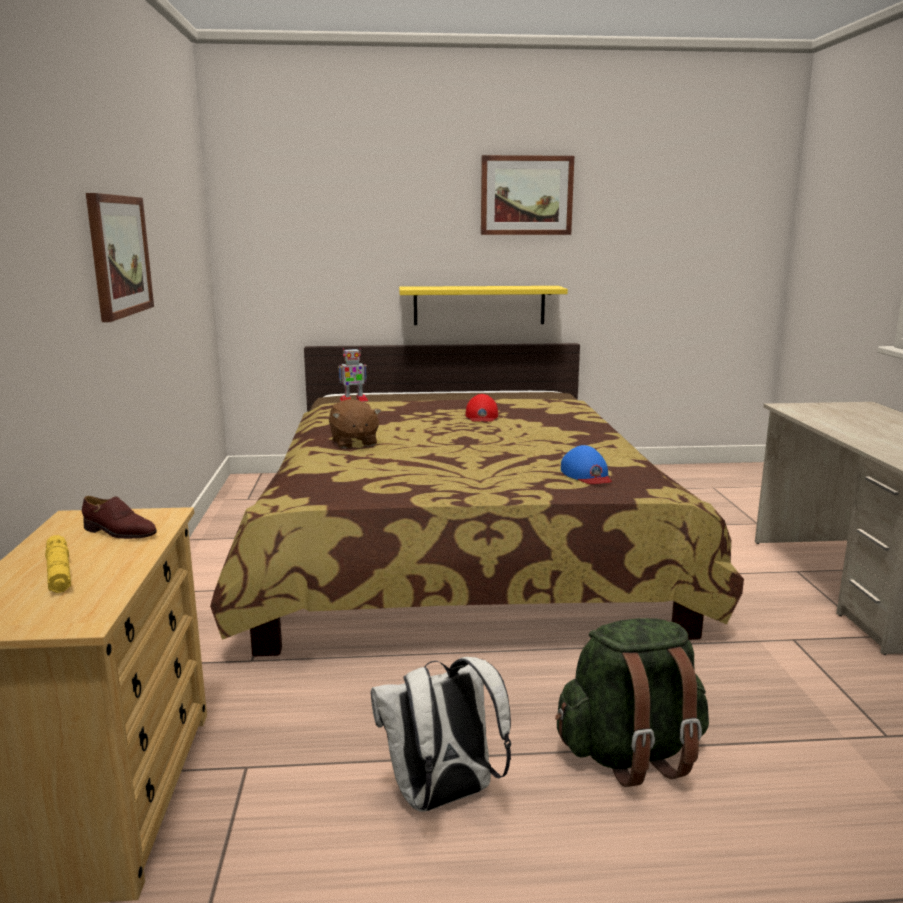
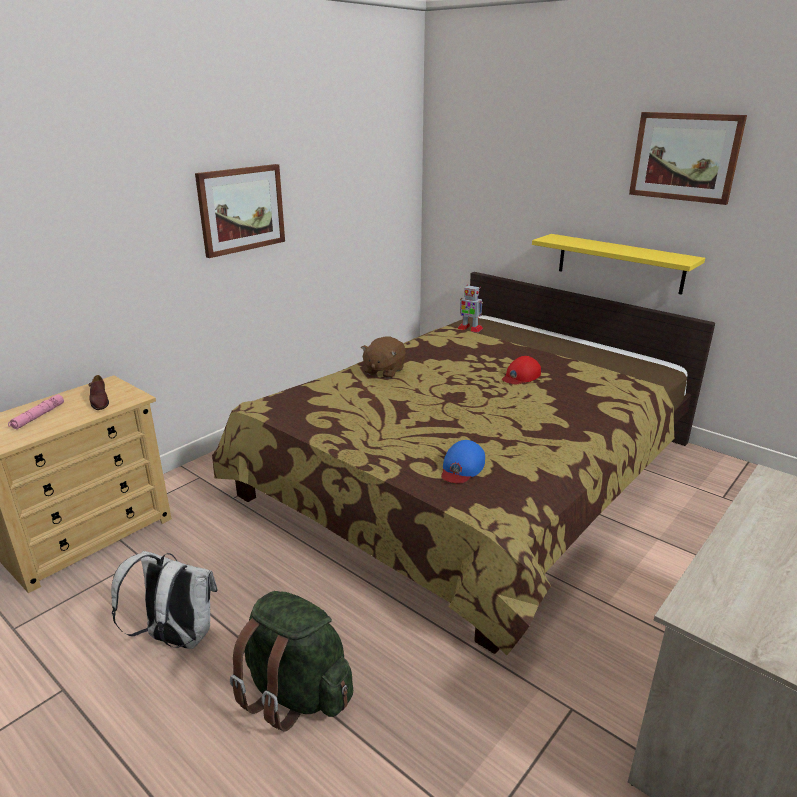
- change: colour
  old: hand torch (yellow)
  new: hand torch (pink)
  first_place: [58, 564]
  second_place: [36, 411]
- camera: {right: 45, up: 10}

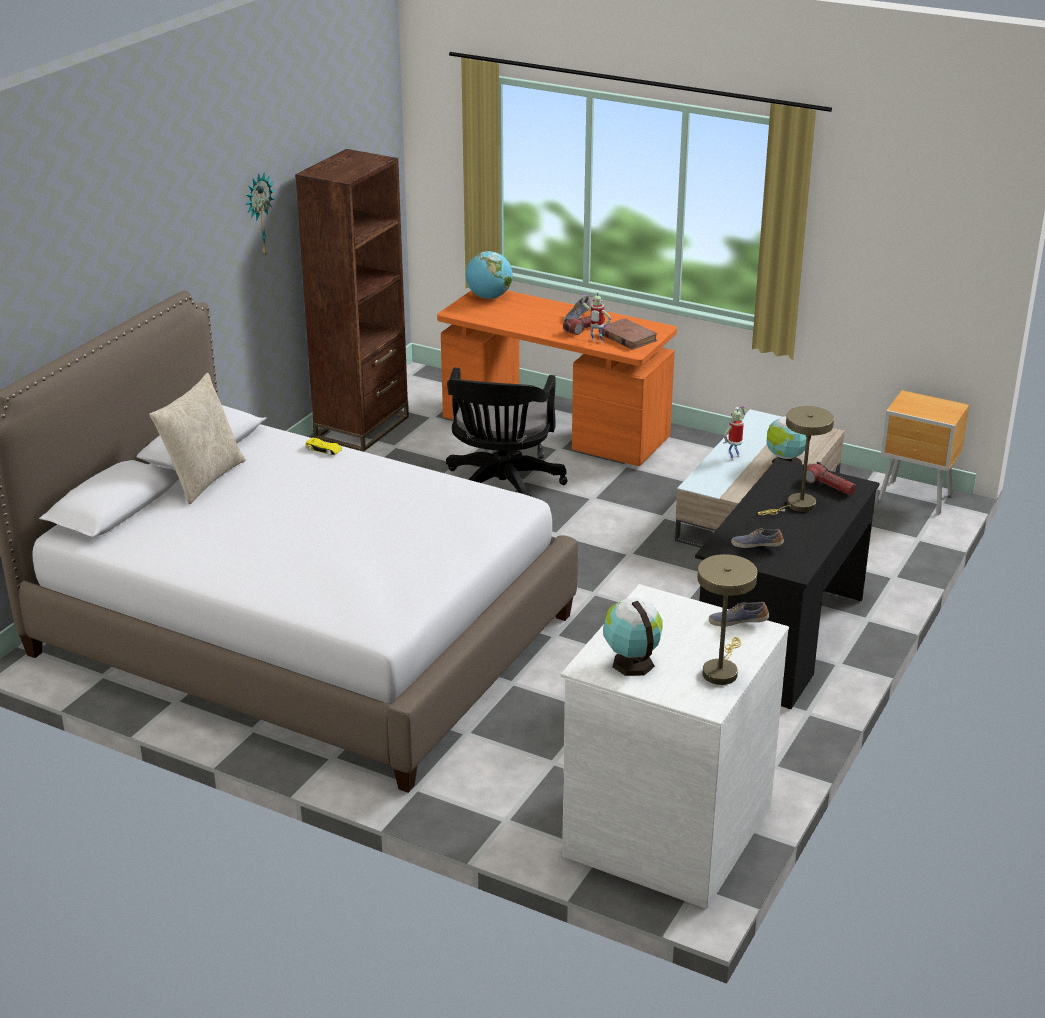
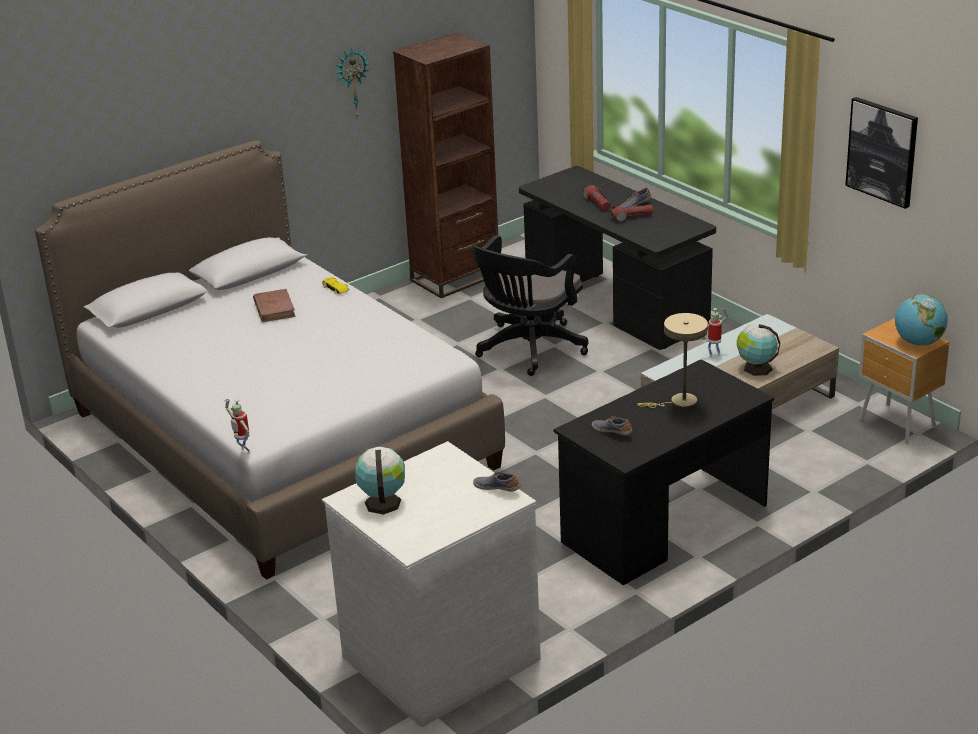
- change: missing
  old: pillow (sand-coloured)
  first_place: [198, 438]
- change: missing
  old: table lamp (sand-coloured)
  first_place: [727, 619]
- change: appeared
  new: picture
  second_place: [881, 153]
- change: relocated
  old: desk globe
  first_place: [489, 275]
  second_place: [921, 320]
- change: relocated
  old: robot figure
  first_place: [596, 316]
  second_place: [237, 426]
- change: relocated
  old: bound book (brown)
  first_place: [628, 334]
  second_place: [274, 305]
- change: relocated
  old: hand torch
  first_place: [831, 479]
  second_place: [597, 198]
- change: colour
  old: desk unit (orangey)
  new: desk unit (blackish)
  first_place: [557, 378]
  second_place: [617, 258]
- camera: {right: 25, up: 0}

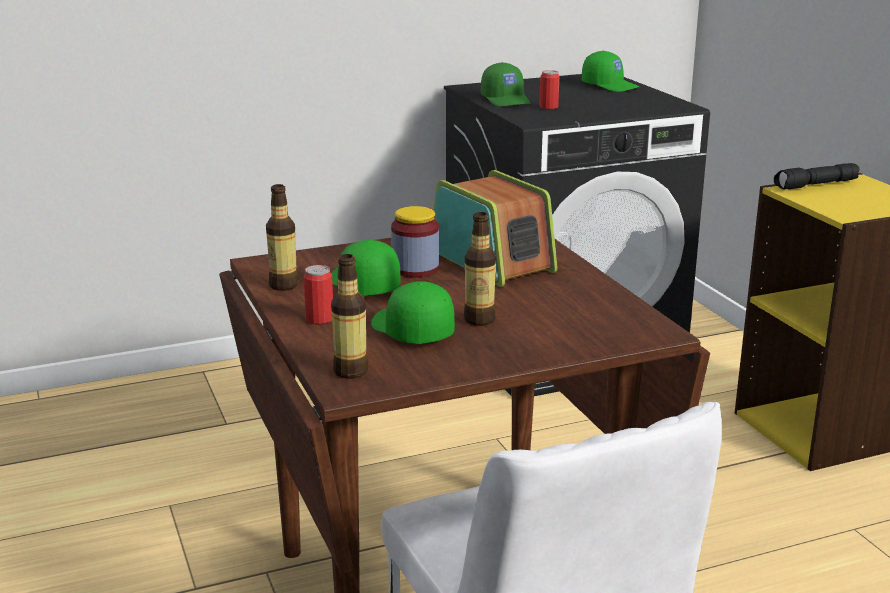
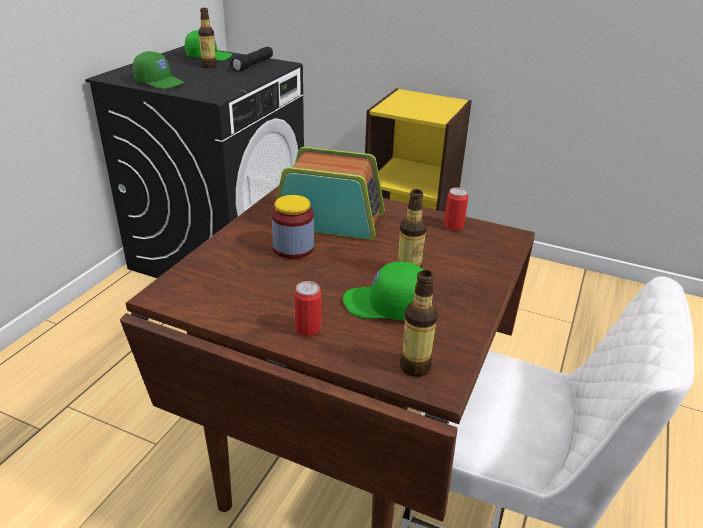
- change: missing
  old: baseball cap (green)
  first_place: [366, 268]
- change: relocated
  old: bottle
  first_place: [282, 237]
  second_place: [207, 38]
- change: relocated
  old: can
  first_place: [549, 90]
  second_place: [456, 209]
- change: relocated
  old: hand torch (blackish)
  first_place: [817, 176]
  second_place: [251, 59]
- camera: {right: -45, up: 10}

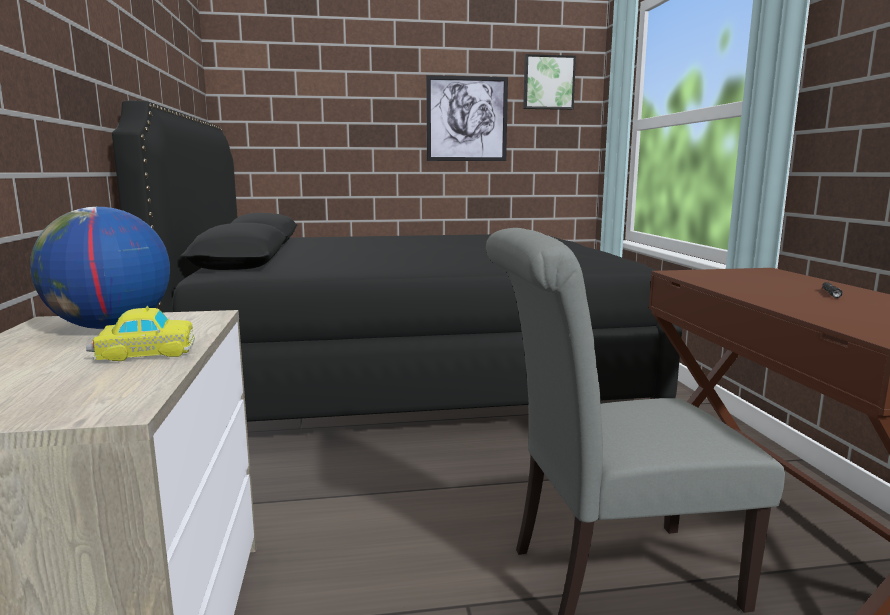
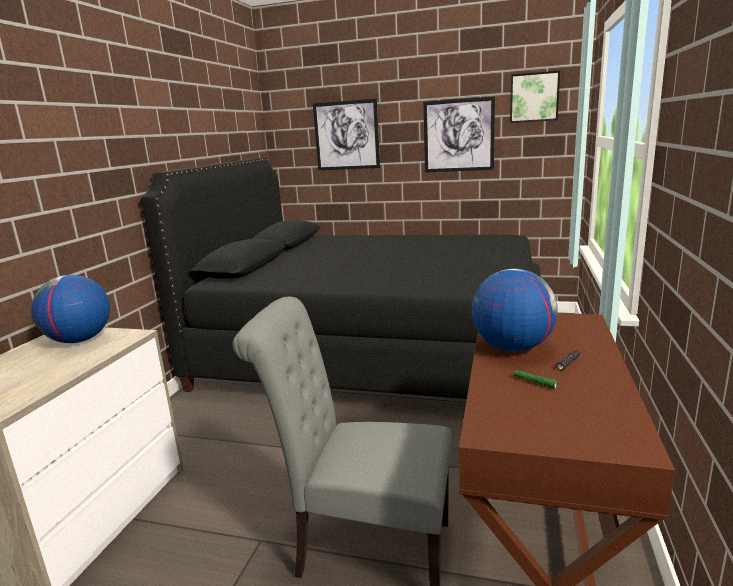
- change: missing
  old: toy car
  first_place: [140, 333]
- change: appeared
  new: picture
  second_place: [346, 134]
- change: appeared
  new: desk globe
  second_place: [515, 310]
- change: appeared
  new: hand torch (green)
  second_place: [536, 379]
- camera: {right: 25, up: 5}

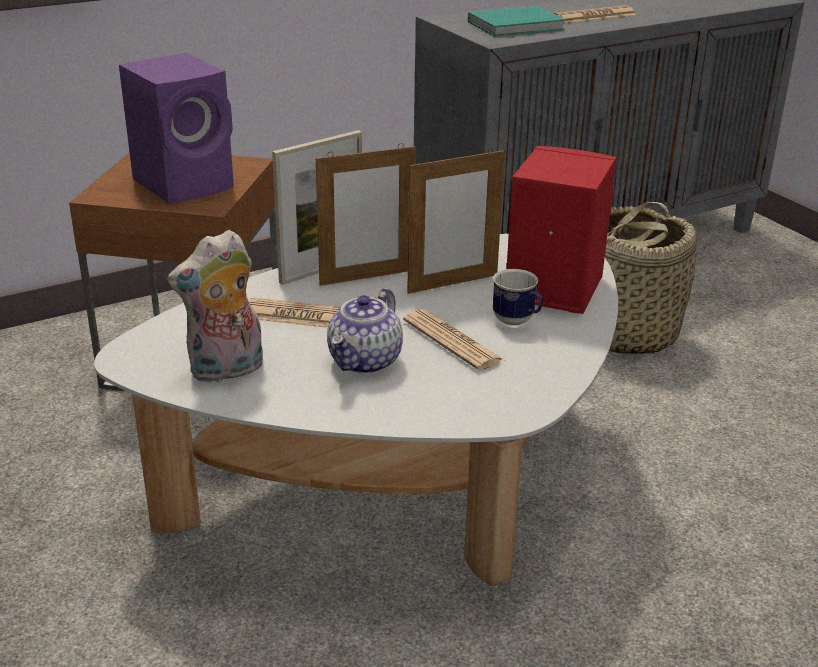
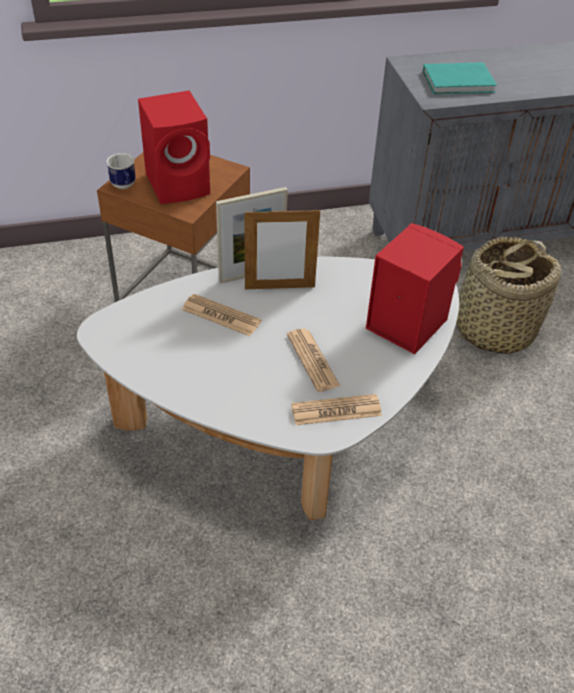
- change: missing
  old: plush toy
  first_place: [215, 307]
- change: missing
  old: tea pot
  first_place: [365, 331]
- change: missing
  old: photo frame
  first_place: [456, 221]
- change: relocated
  old: coffee mug
  first_place: [518, 297]
  second_place: [121, 171]
- change: relocated
  old: daily paper
  first_place: [594, 14]
  second_place: [336, 409]
- change: colour
  old: loudspeaker (purple)
  new: loudspeaker (reddish)
  first_place: [176, 128]
  second_place: [174, 147]
- camera: {right: 15, up: 15}

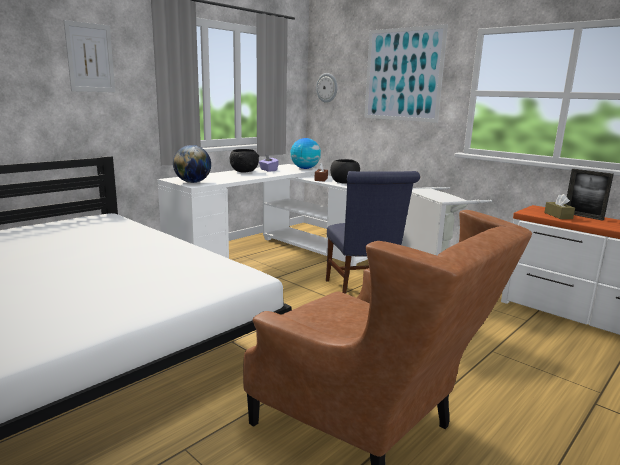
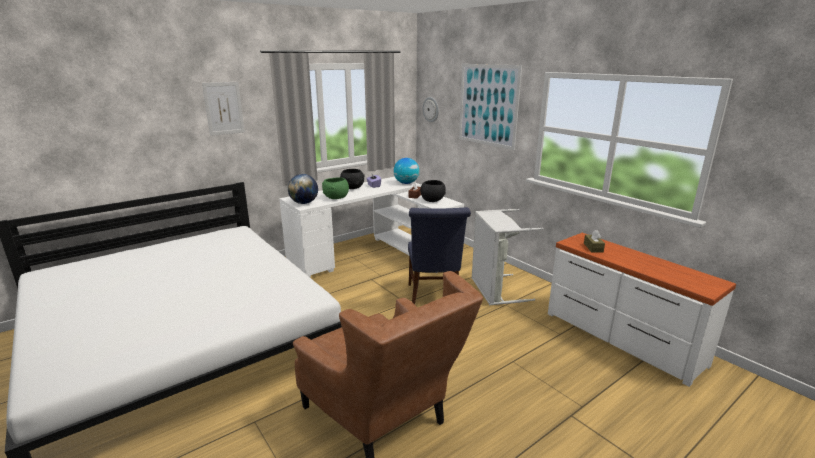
- change: missing
  old: photo frame
  first_place: [590, 195]
- change: appeared
  new: bowl (green)
  second_place: [335, 188]
- camera: {right: 10, up: 5}

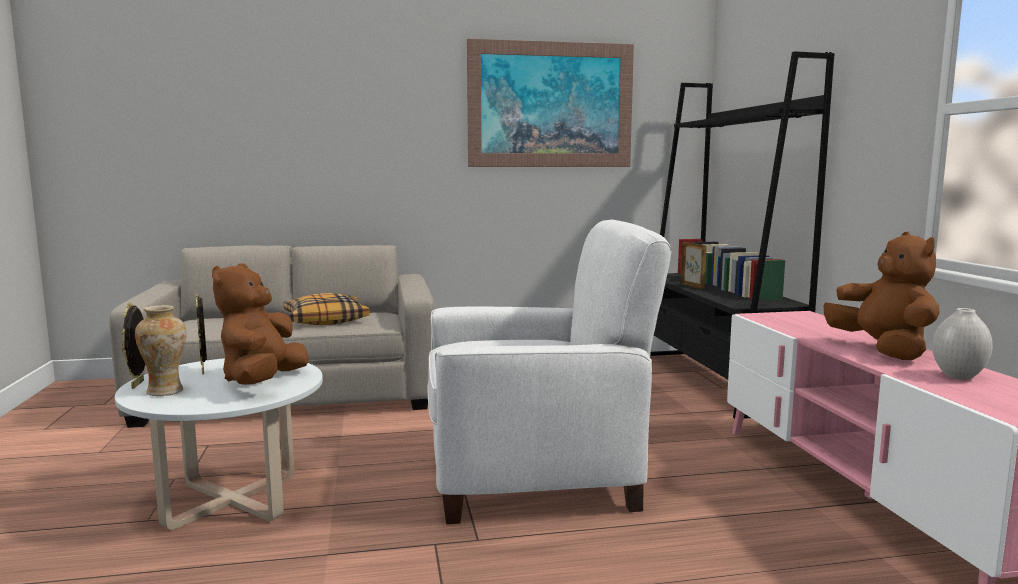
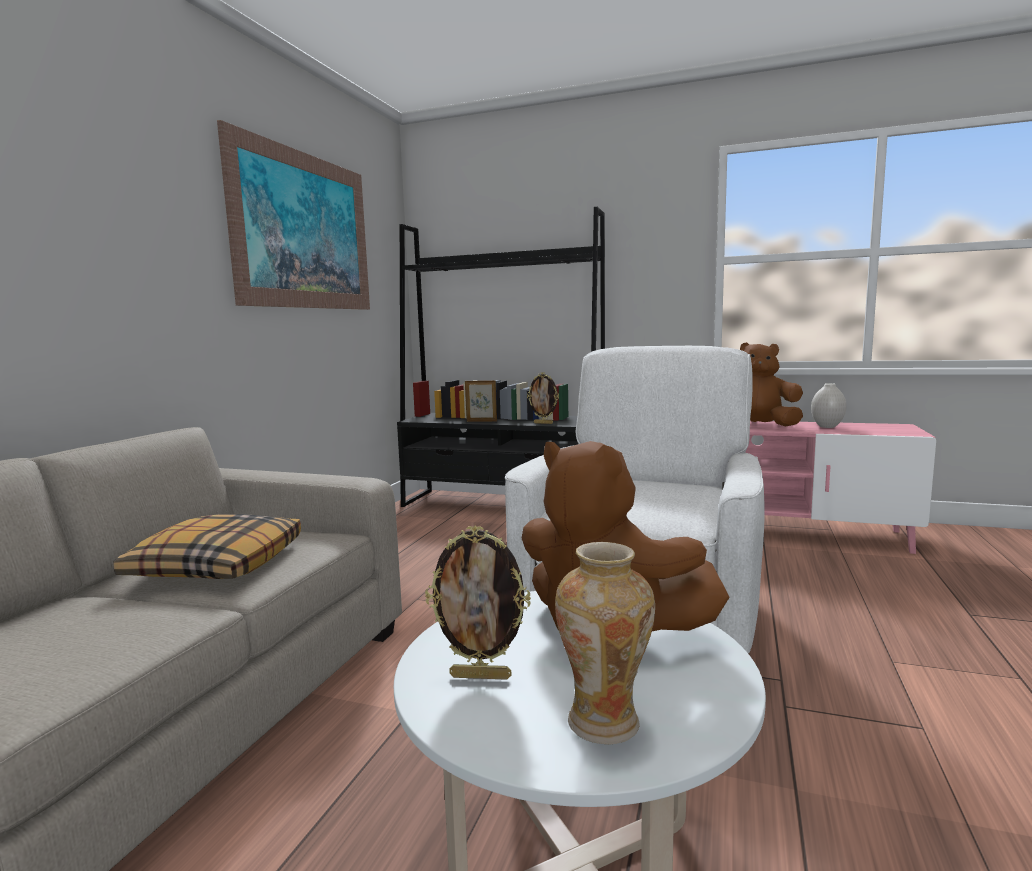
- change: relocated
  old: photo frame
  first_place: [133, 346]
  second_place: [543, 398]
- camera: {right: -60, up: 0}

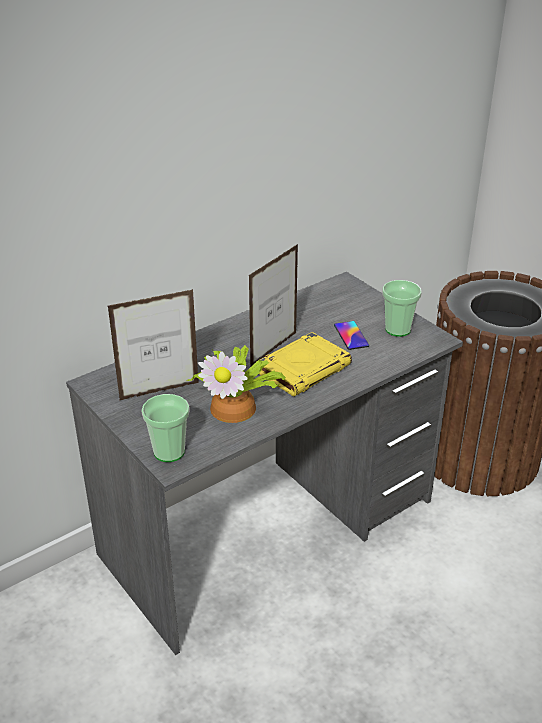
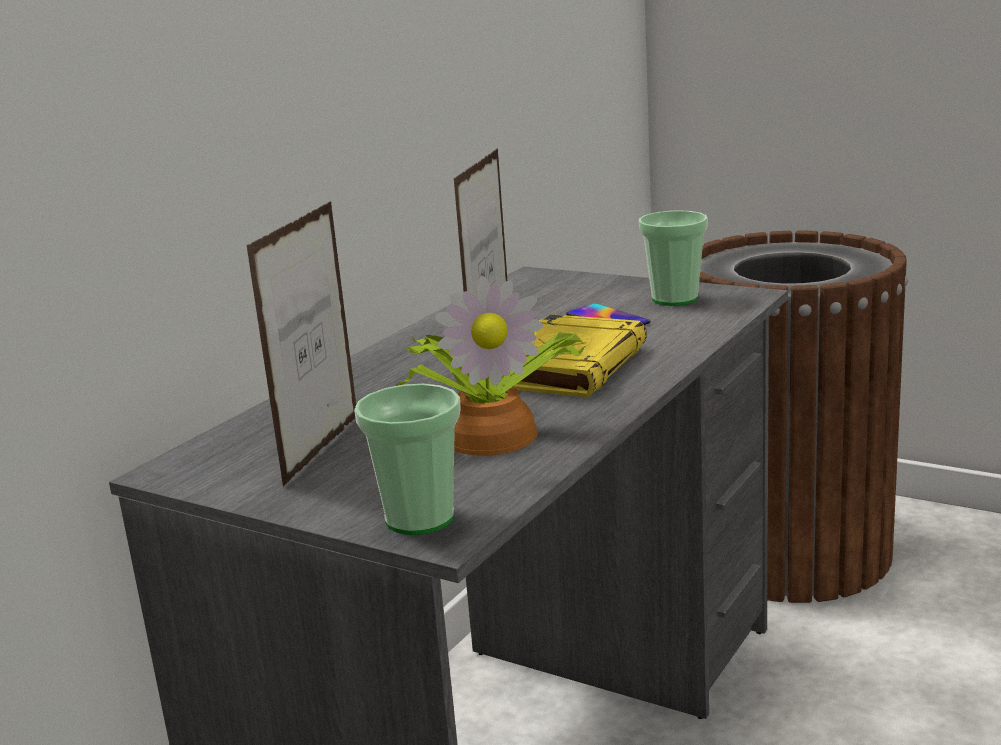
- change: spun
  old: photo frame
  first_place: [153, 345]
  second_place: [301, 344]
  degrees: 150
- camera: {right: -20, up: -15}

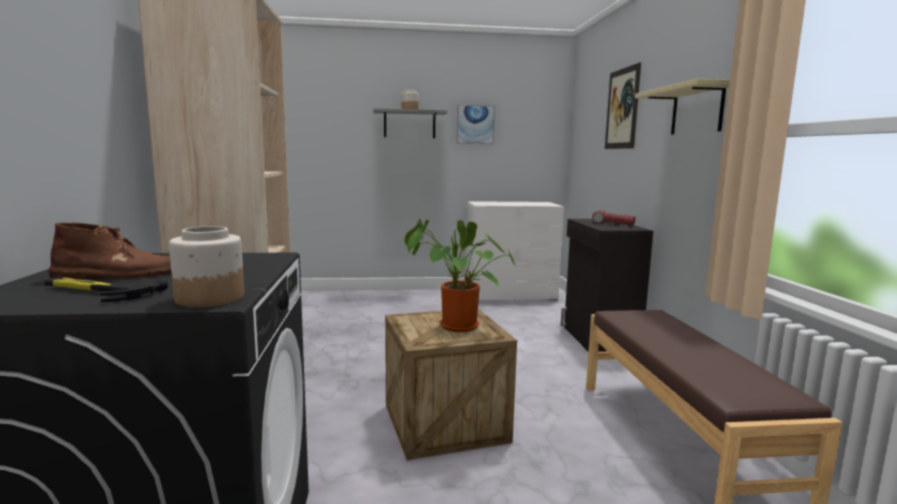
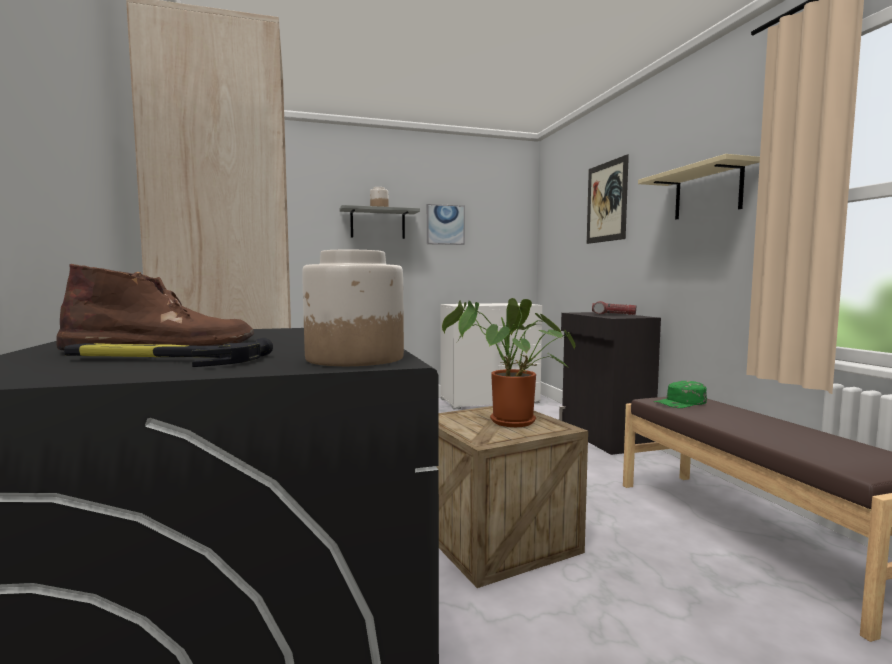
- change: appeared
  new: baseball cap (green)
  second_place: [680, 394]
- camera: {right: -10, up: -5}

